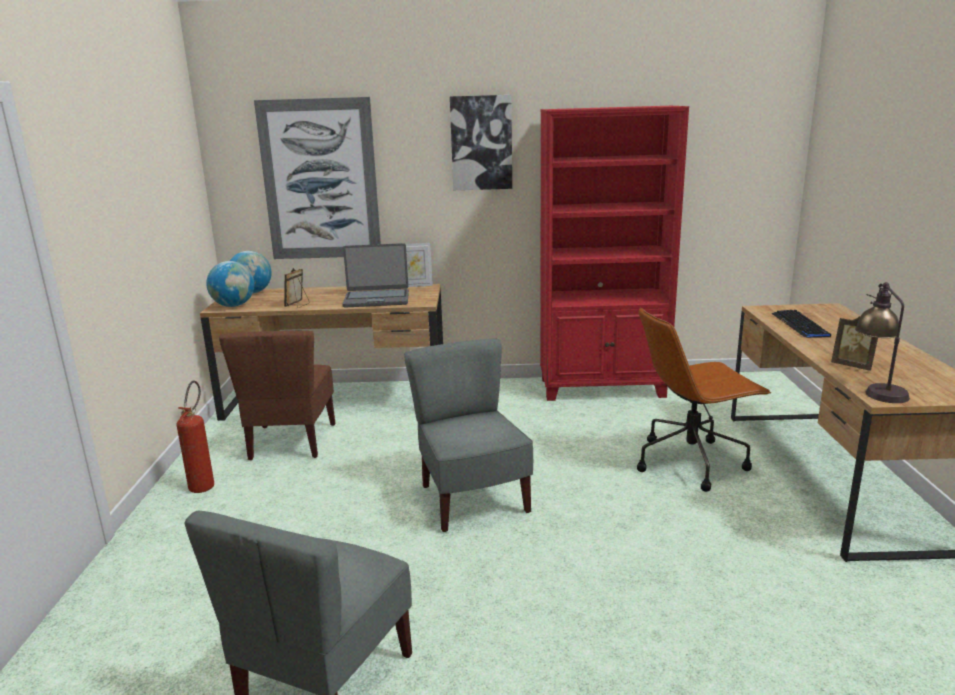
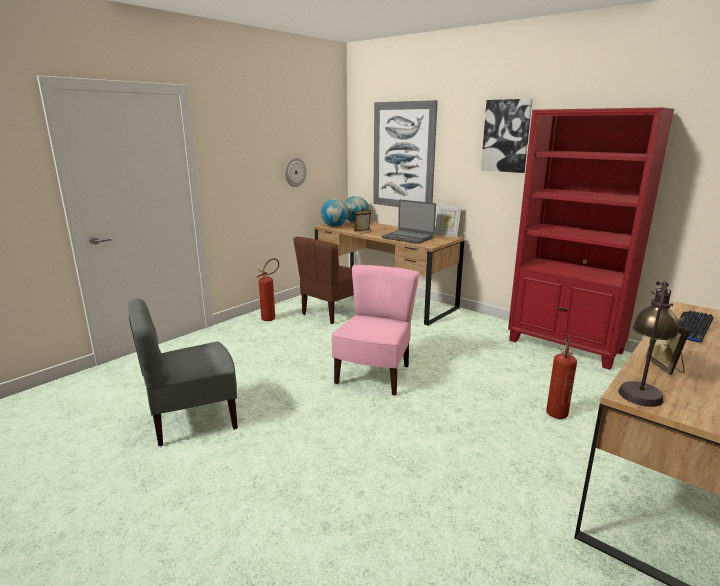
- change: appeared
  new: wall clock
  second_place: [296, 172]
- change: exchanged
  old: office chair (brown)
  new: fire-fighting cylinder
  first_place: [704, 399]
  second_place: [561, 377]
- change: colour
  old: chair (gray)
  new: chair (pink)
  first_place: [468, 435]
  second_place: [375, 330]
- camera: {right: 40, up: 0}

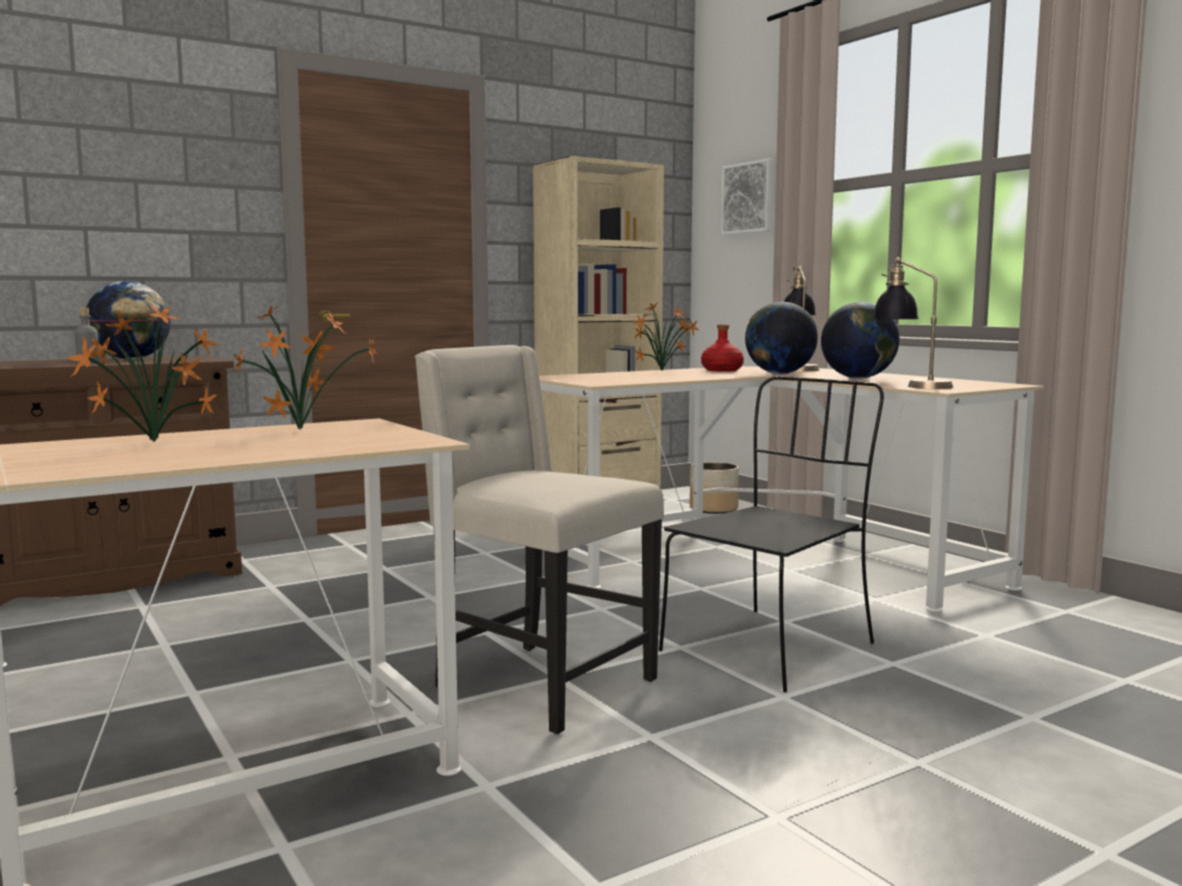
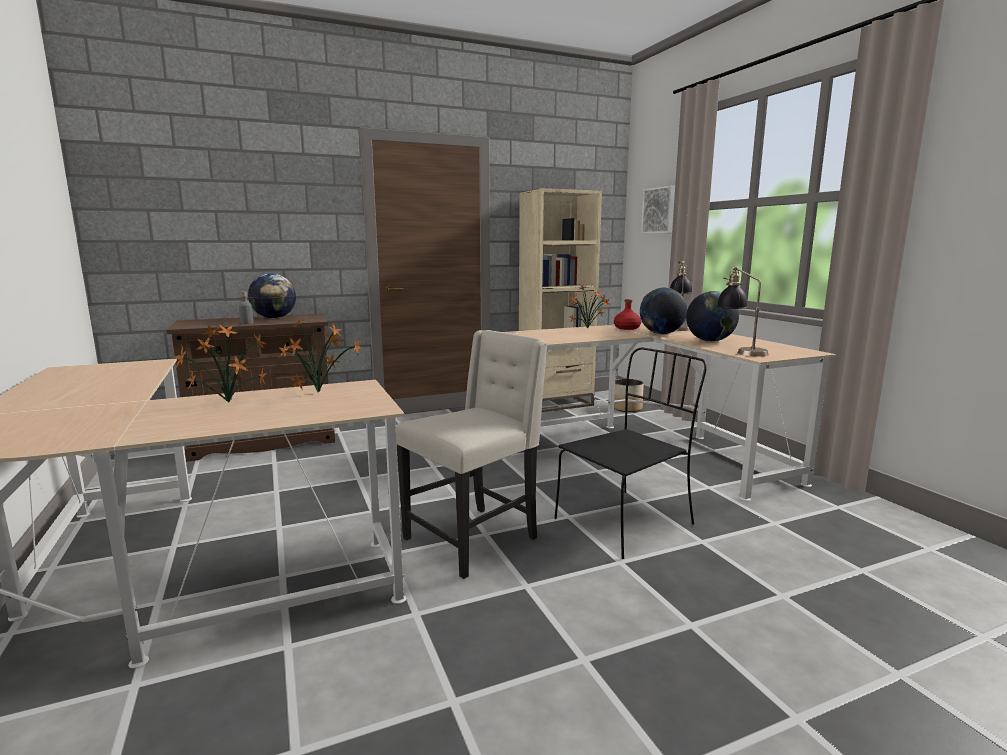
- change: spun
  old: chair (sand-coloured)
  first_place: [539, 539]
  second_place: [472, 454]
  degrees: 90
- camera: {right: 10, up: 5}

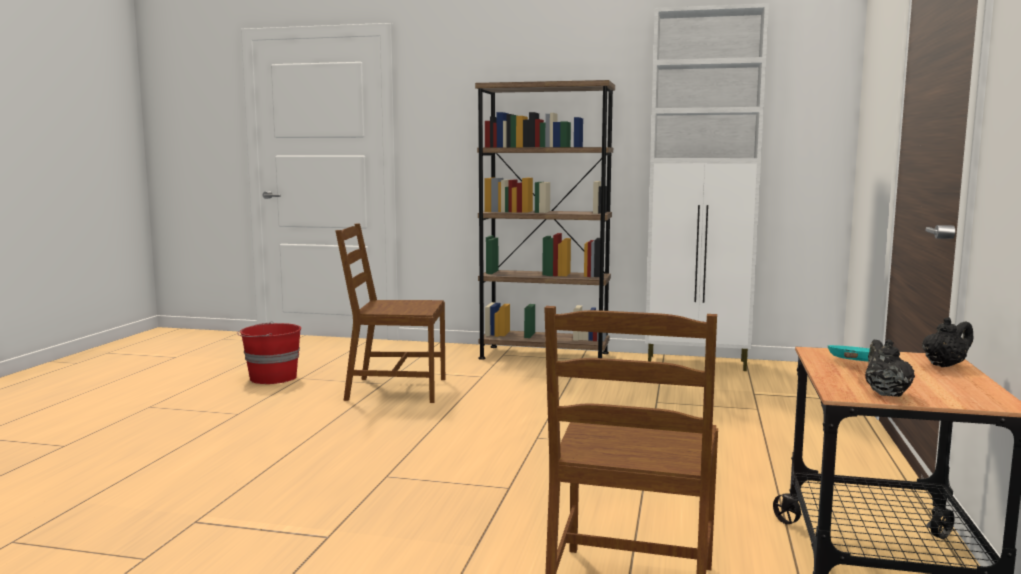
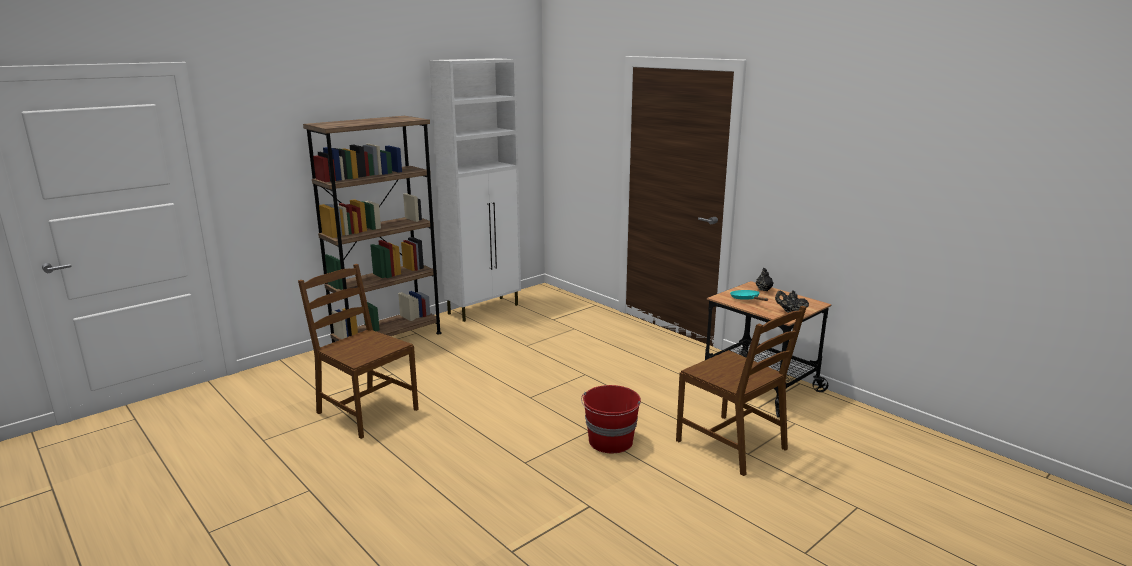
- change: relocated
  old: water bucket (reddish)
  first_place: [269, 352]
  second_place: [611, 419]
- change: spun
  old: chair (brown)
  first_place: [390, 313]
  second_place: [358, 351]
  degrees: 90
- camera: {right: -55, up: 10}

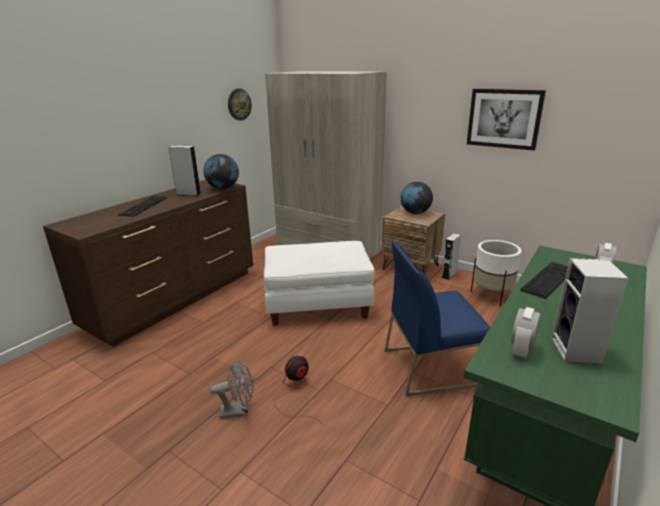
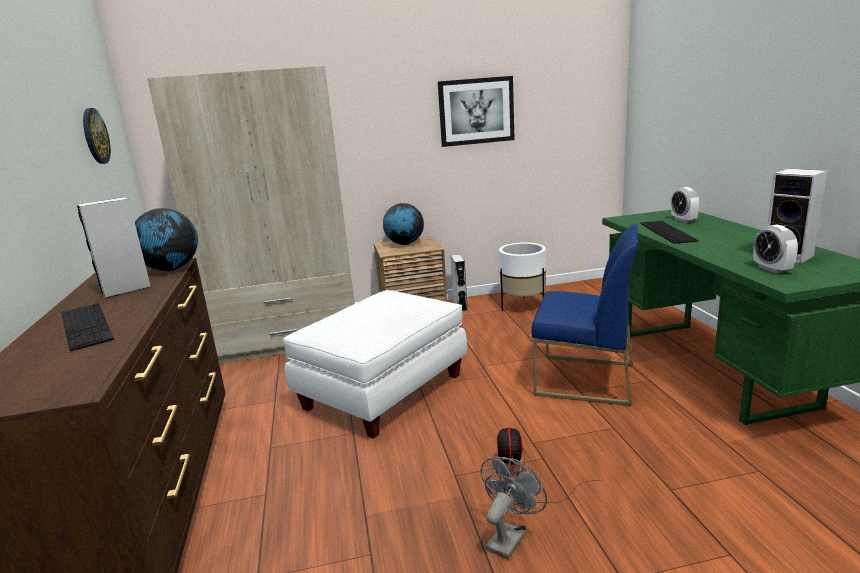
- change: spun
  old: chair (bluish)
  first_place: [437, 318]
  second_place: [585, 315]
  degrees: -105
- camera: {right: -45, up: -5}

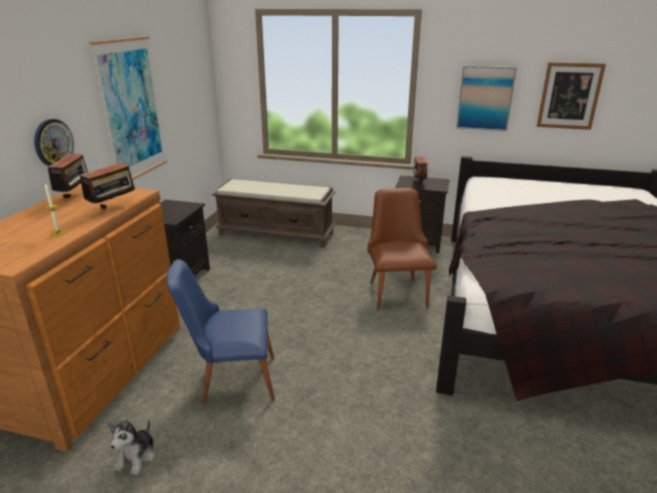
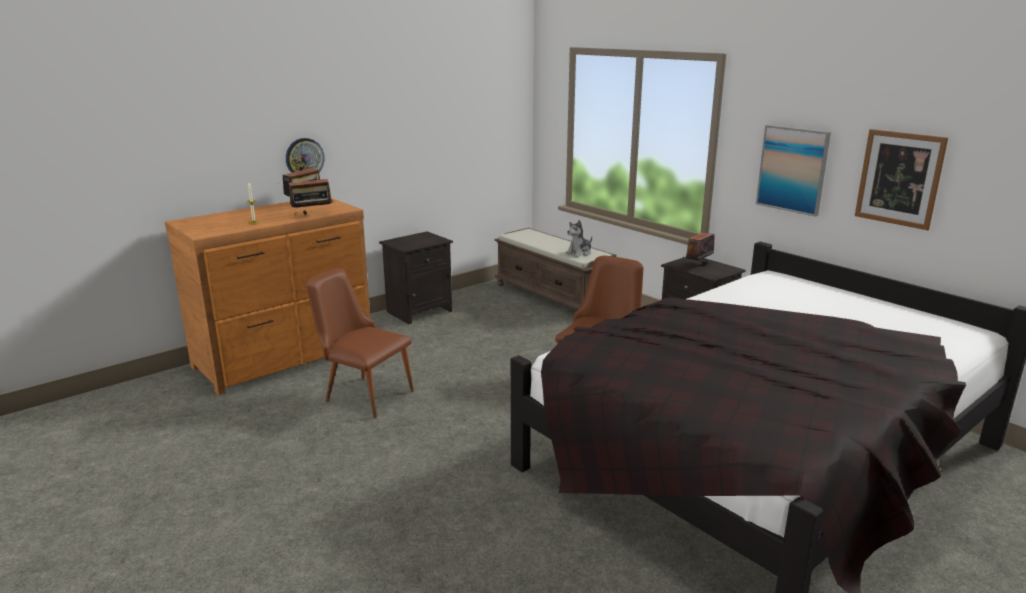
- change: missing
  old: picture
  first_place: [128, 108]
- change: relocated
  old: plush toy
  first_place: [132, 447]
  second_place: [579, 238]
- change: colour
  old: chair (bluish)
  new: chair (brown)
  first_place: [220, 331]
  second_place: [360, 343]
- camera: {right: 35, up: -5}

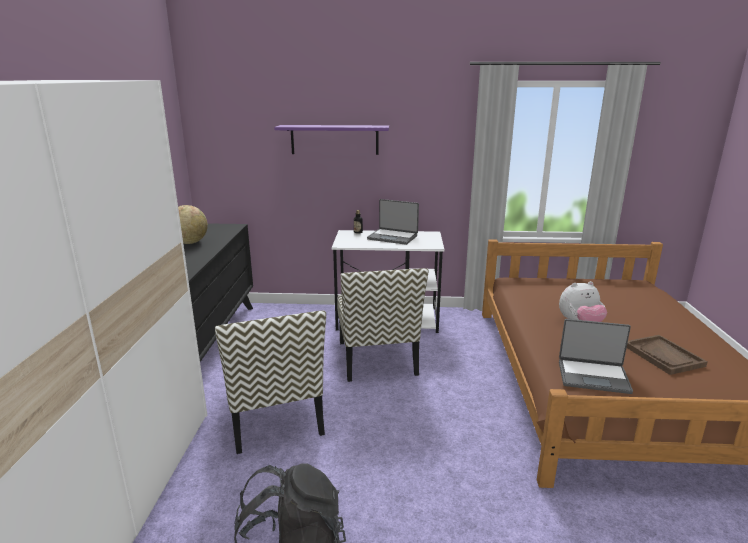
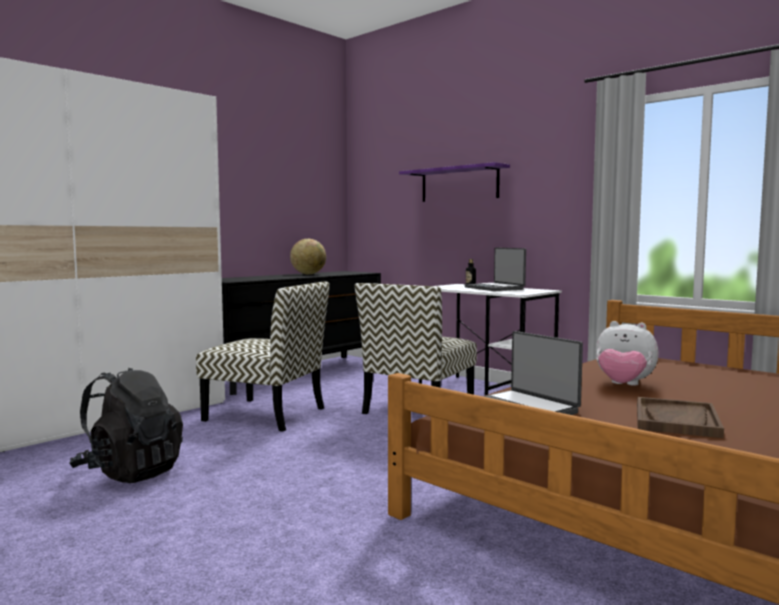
- change: spun
  old: chair
  first_place: [270, 382]
  second_place: [262, 356]
  degrees: -90
- camera: {right: 40, up: -15}

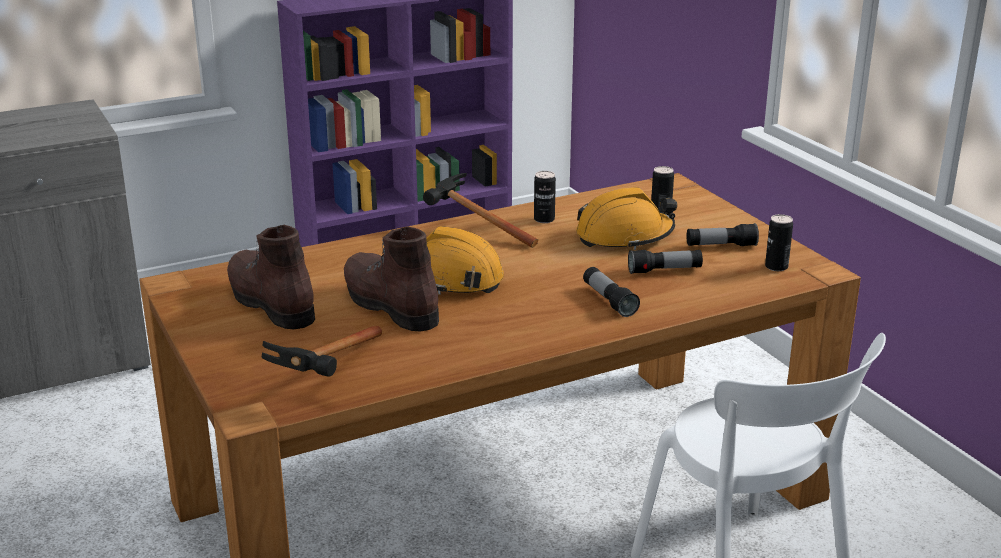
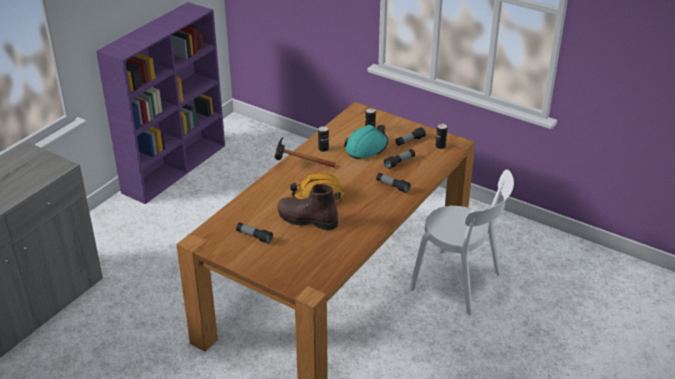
- change: missing
  old: hand hammer
  first_place: [322, 351]
- change: exchanged
  old: high-top boot (brown)
  new: hand torch
  first_place: [271, 277]
  second_place: [254, 233]
- change: colour
  old: work helmet (orangey)
  new: work helmet (turquoise)
  first_place: [626, 218]
  second_place: [366, 142]
- camera: {right: -30, up: 10}

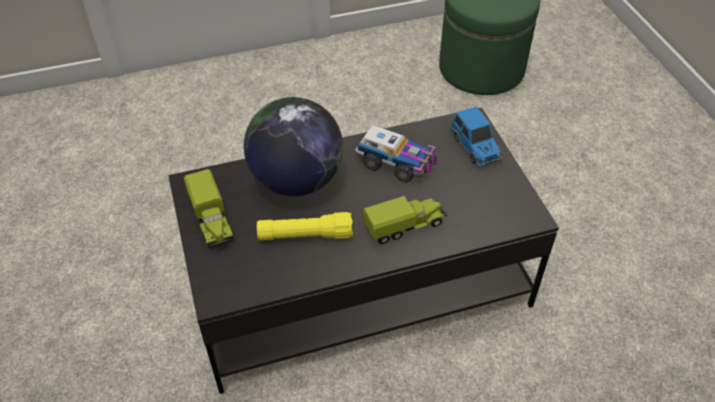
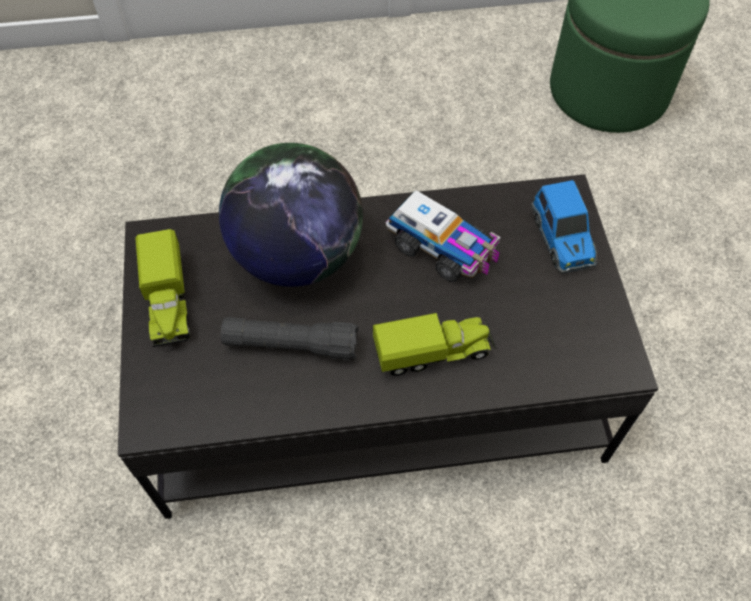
- change: colour
  old: hand torch (yellow)
  new: hand torch (blackish)
  first_place: [305, 226]
  second_place: [290, 338]
- camera: {right: 10, up: 10}

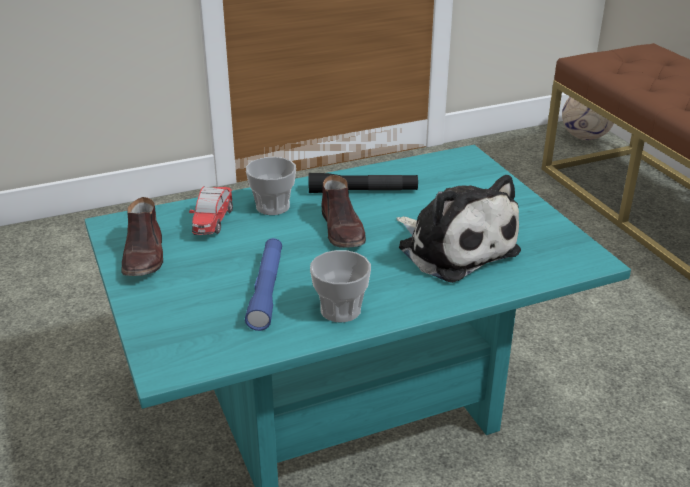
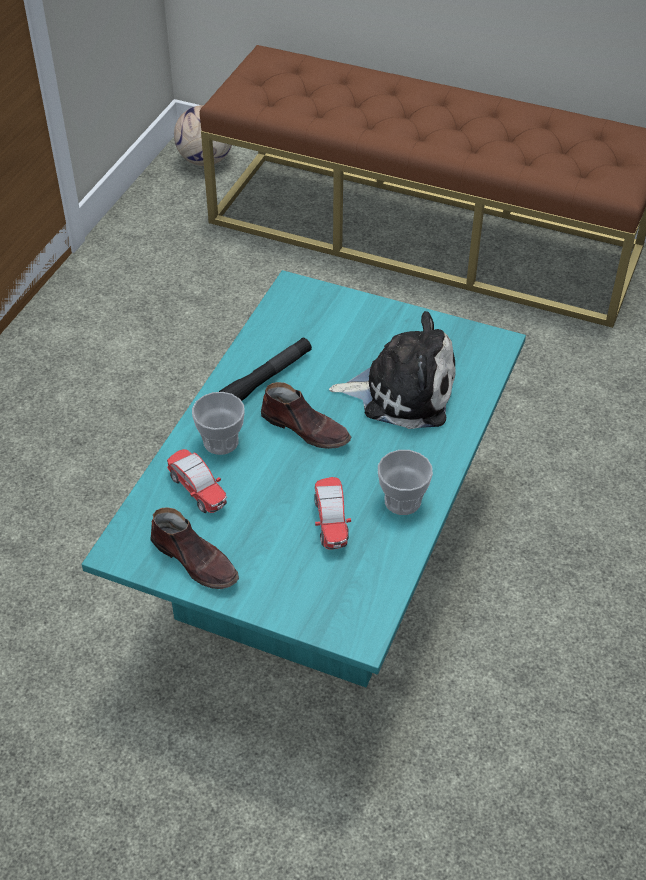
- change: exchanged
  old: hand torch (bluish)
  new: toy car
  first_place: [263, 284]
  second_place: [332, 513]
- camera: {right: -45, up: 15}

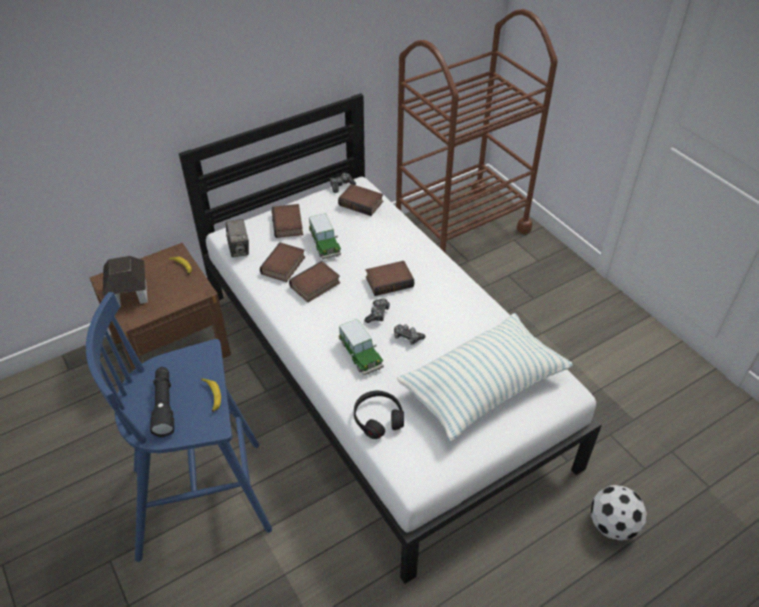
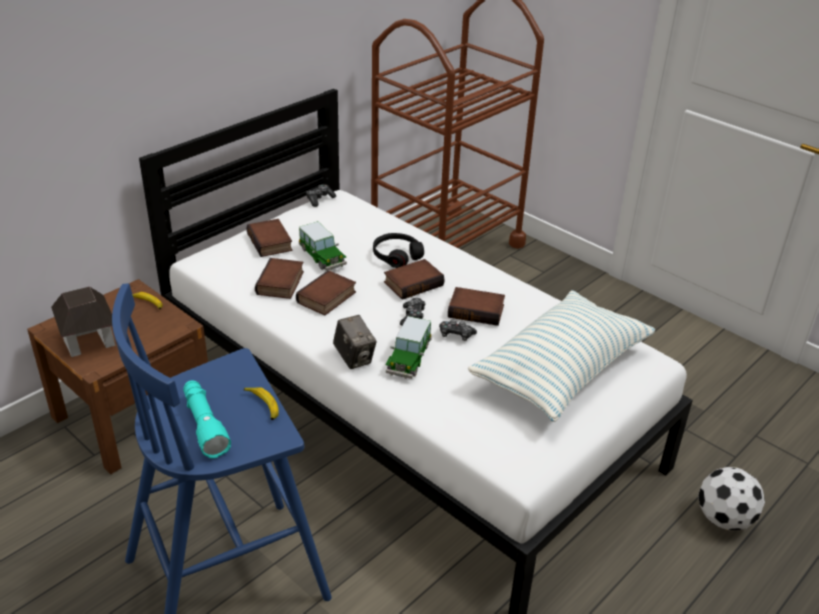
- change: relocated
  old: still camera
  first_place: [237, 238]
  second_place: [355, 342]
- change: relocated
  old: bound book
  first_place: [360, 200]
  second_place: [476, 306]
- change: relocated
  old: headphones (blackish)
  first_place: [379, 415]
  second_place: [398, 250]
- change: colour
  old: hand torch (blackish)
  new: hand torch (turquoise)
  first_place: [162, 402]
  second_place: [207, 419]
- change: spun
  old: toy car
  first_place: [361, 347]
  second_place: [408, 347]
  degrees: 60
- camera: {right: -15, up: -10}

